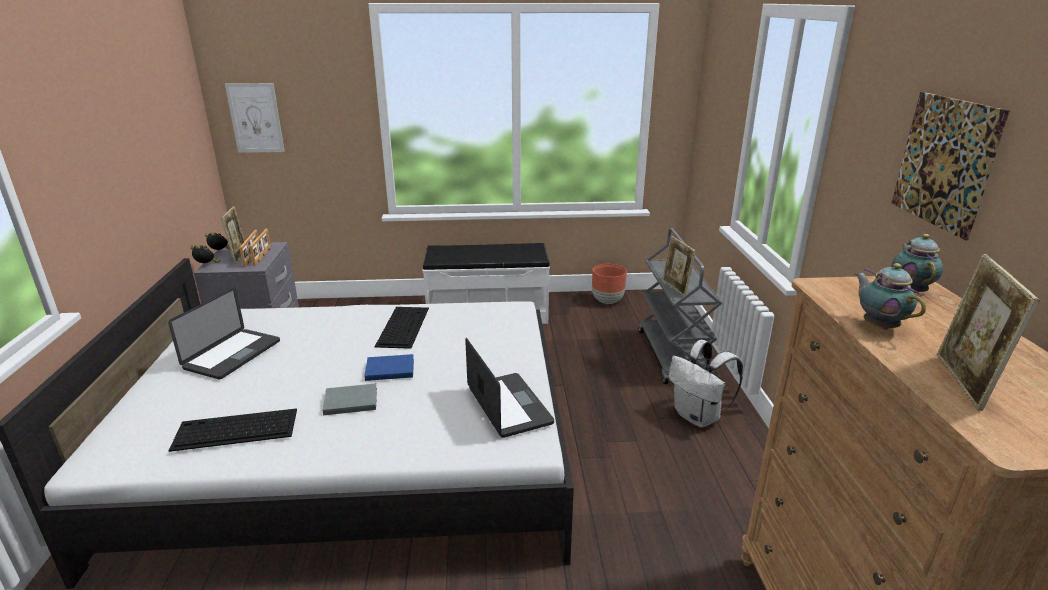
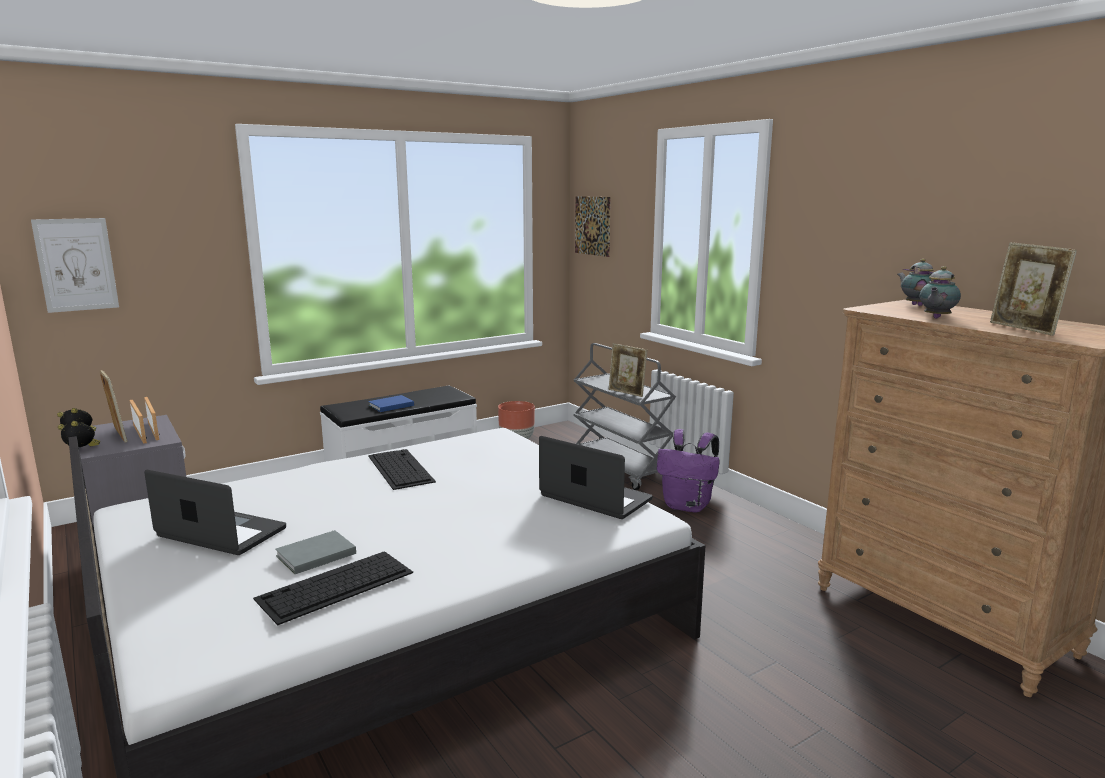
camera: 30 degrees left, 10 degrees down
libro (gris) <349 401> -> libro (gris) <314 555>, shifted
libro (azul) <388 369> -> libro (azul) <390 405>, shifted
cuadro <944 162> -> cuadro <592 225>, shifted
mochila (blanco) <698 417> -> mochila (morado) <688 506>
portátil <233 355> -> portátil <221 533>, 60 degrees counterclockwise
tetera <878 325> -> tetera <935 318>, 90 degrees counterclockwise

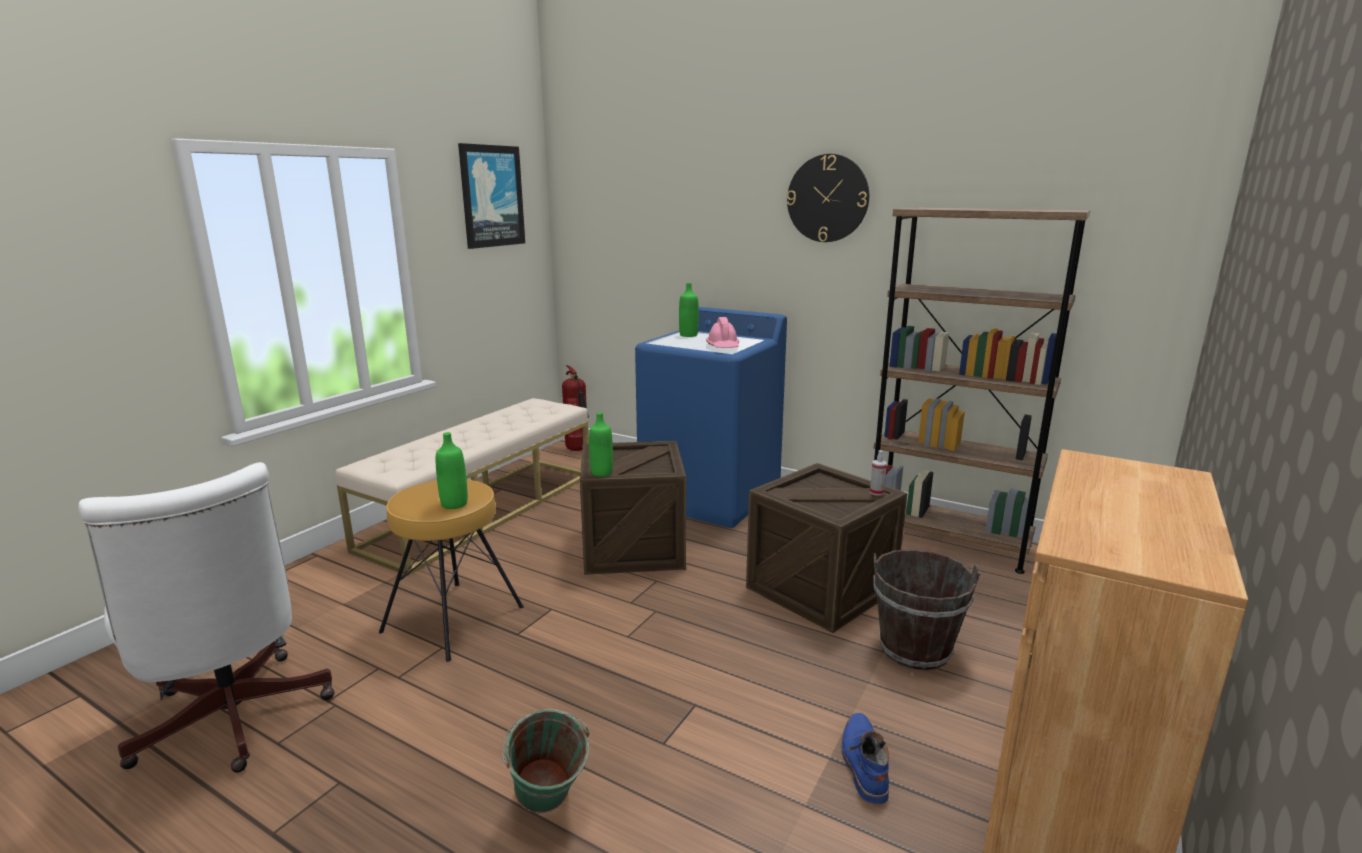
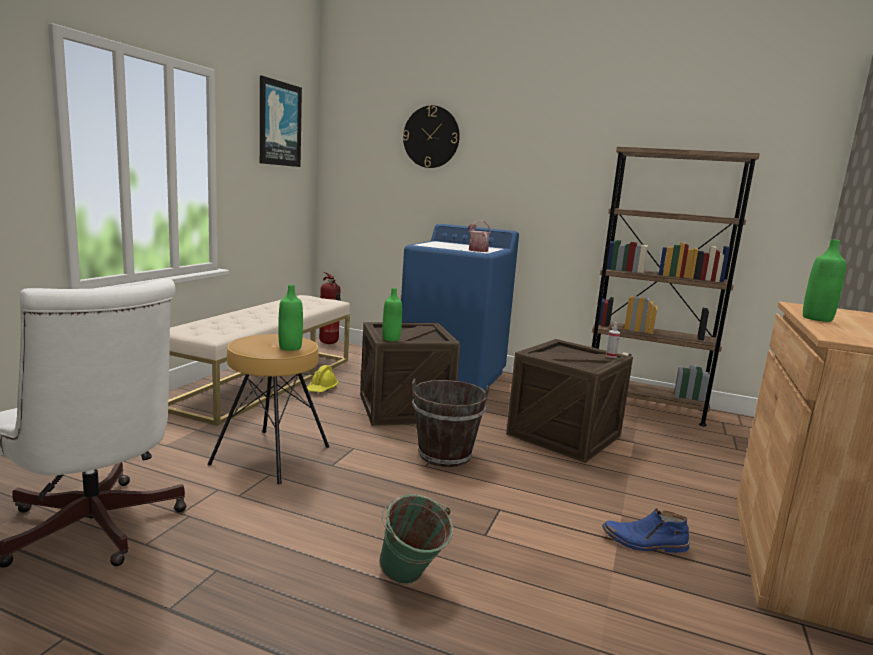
camera: 10 degrees left, 5 degrees down
none -> casco (amarillo) <321 389>
botella (verde) <688 335> -> botella (verde) <817 318>, shifted
reloj de pared <827 198> -> reloj de pared <431 137>, shifted
cubo (marrón) <915 649> -> cubo (marrón) <445 455>, shifted
casco (rosa) <723 347> -> regadera <477 250>
bota (azul) <863 763> -> bota (azul) <644 543>, 75 degrees counterclockwise

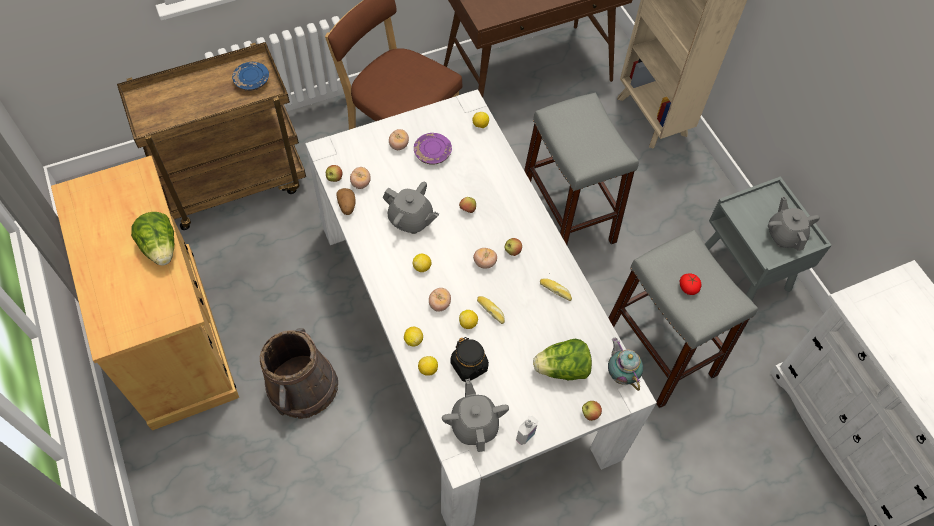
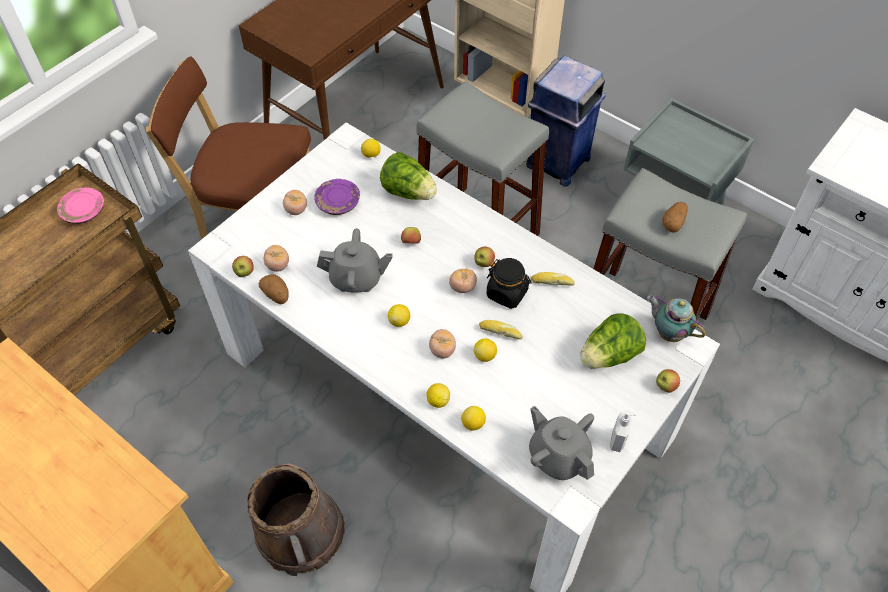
camera: 25 degrees left, 5 degrees down
tetera (gris) <784 235> -> none
none -> papelera (azul) <557 163>
lechuga <161 248> -> lechuga <408 192>, shifted
tarro (negro) <469 366> -> tarro (negro) <507 293>, shifted
tomate <688 287> -> patata <673 223>
plato (azul) <252 81> -> plato (rosa) <84 211>

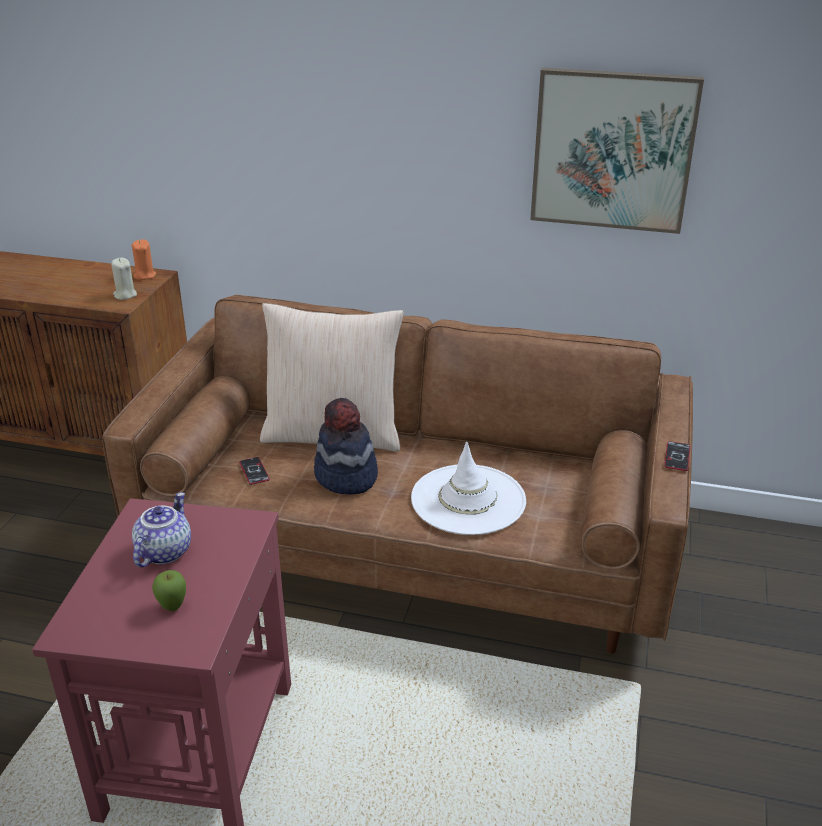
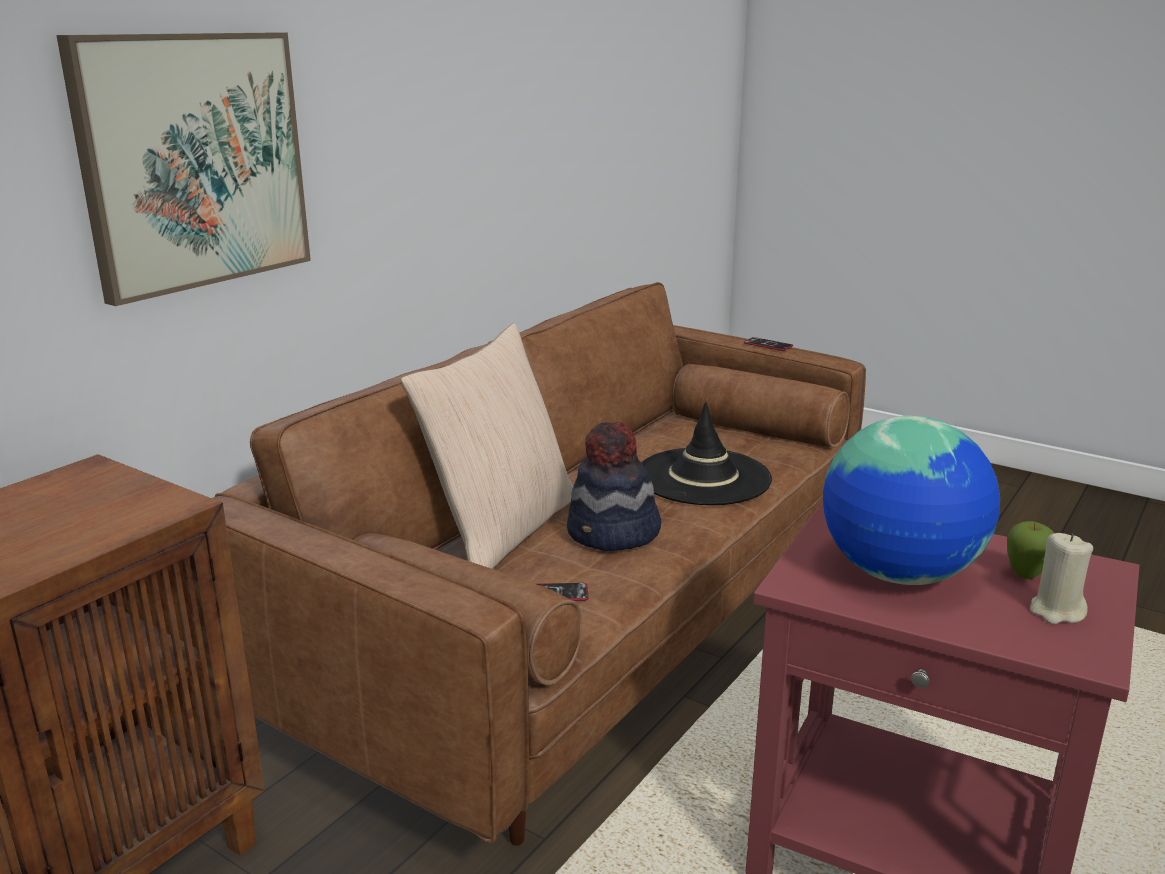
camera: 70 degrees left, 10 degrees down
vela (naranja) <144 275> -> none
vela (beis) <125 295> -> vela (beis) <1056 611>, shifted
cuadro <613 150> -> cuadro <194 161>, shifted
tetera <163 551> -> globo terráqueo <900 574>
sombrero (blanco) <468 500> -> sombrero (negro) <703 477>

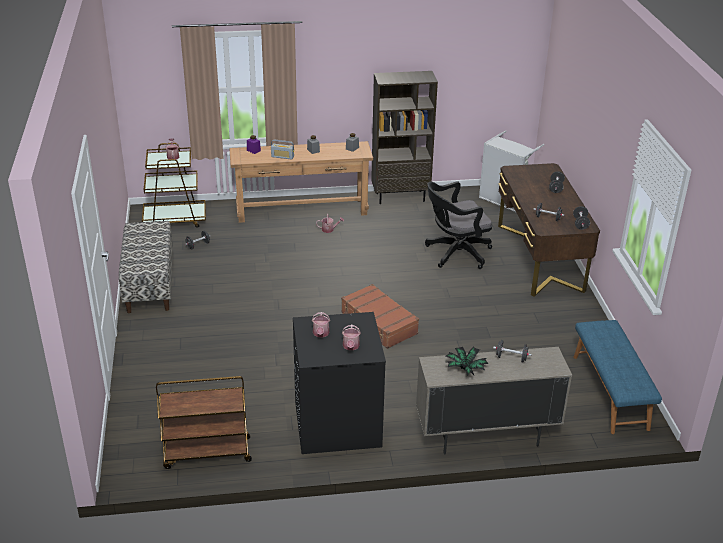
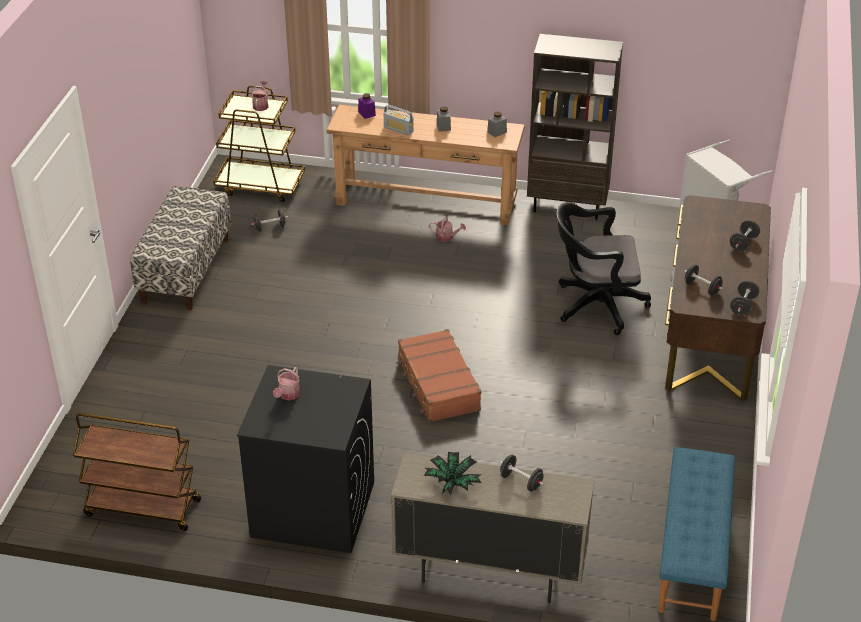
camera: 20 degrees right, 5 degrees up
regadera <351 347> -> none

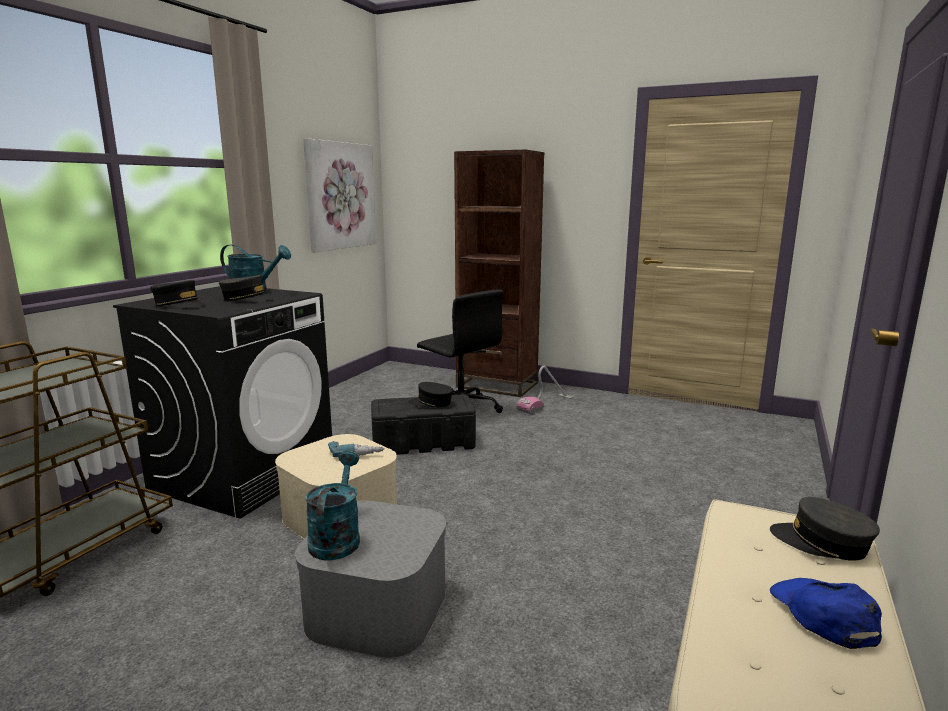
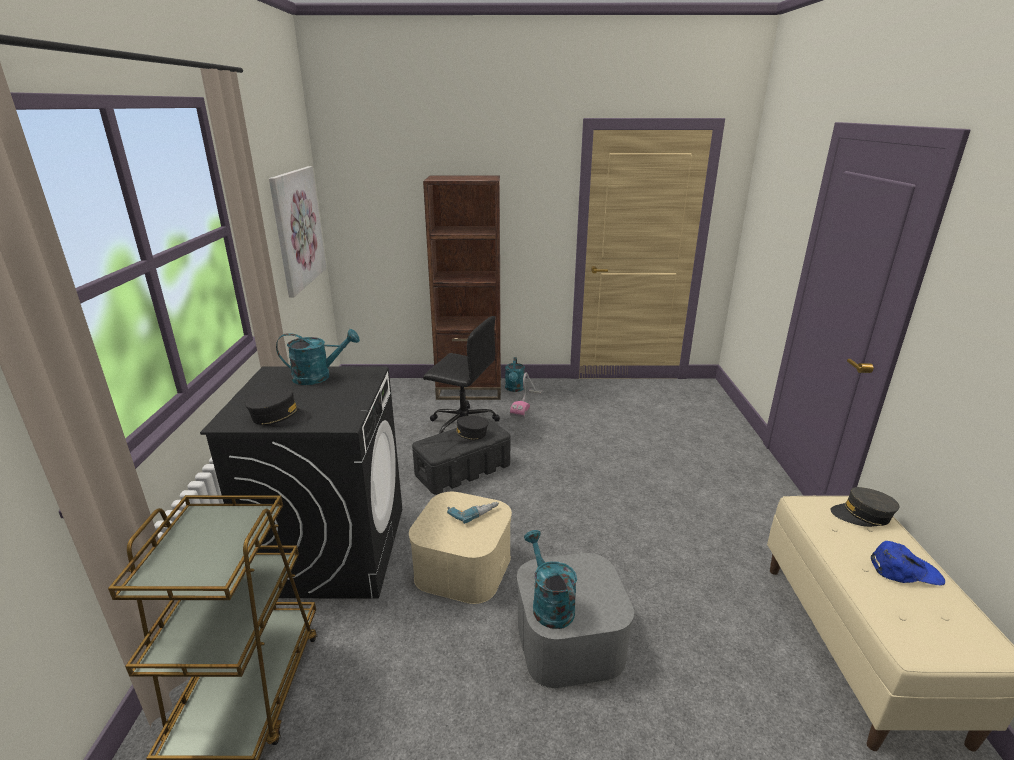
camera: 25 degrees left, 10 degrees up
gorra (gris) <247 299> -> none
none -> regadera (turquesa) <515 389>
gorra (azul) <823 614> -> gorra (azul) <905 570>, 135 degrees clockwise

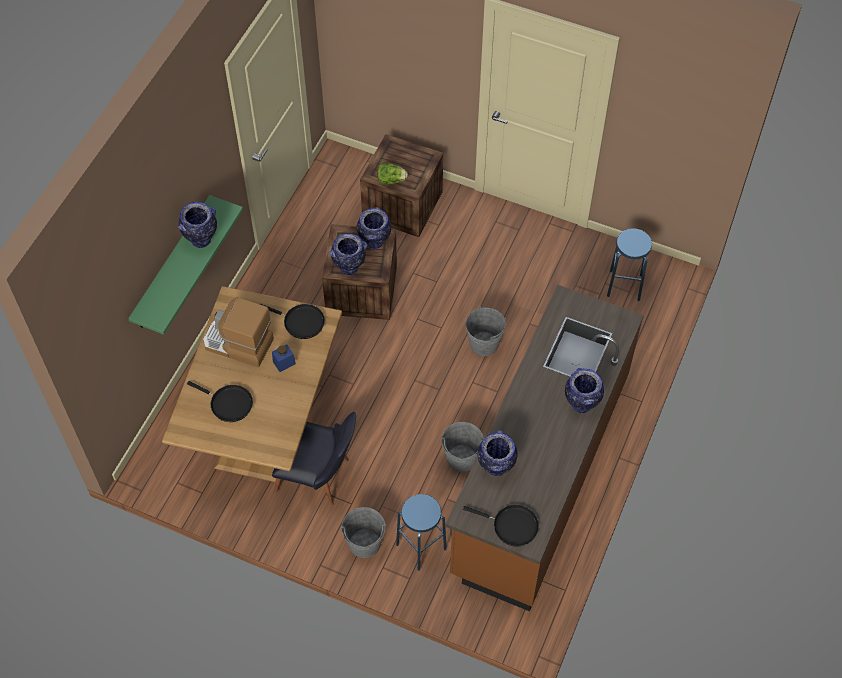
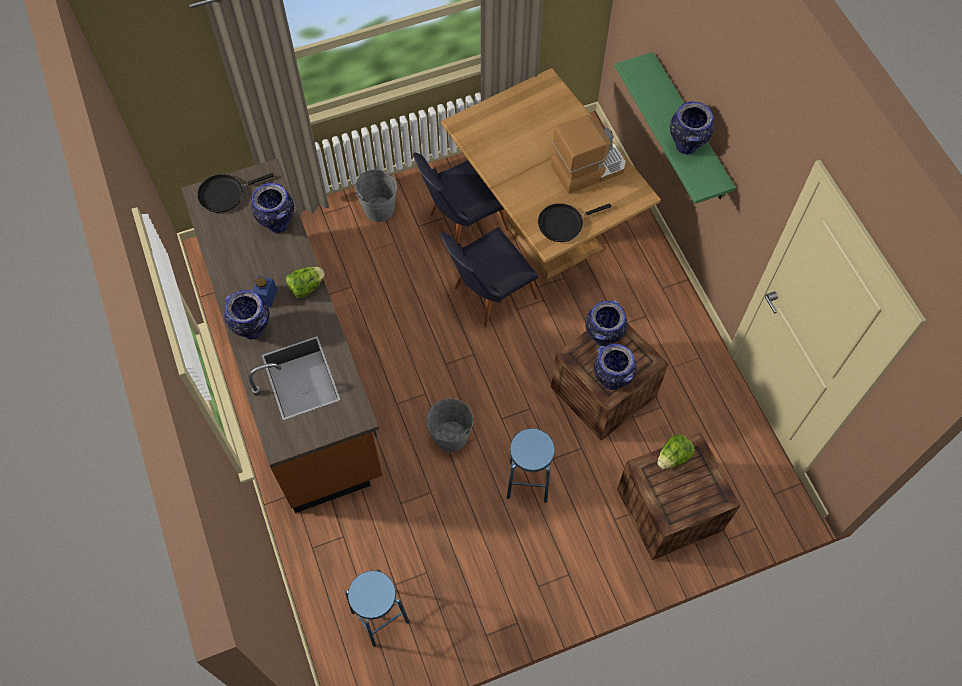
camera: 135 degrees right, 5 degrees up
sartén (negro) <228 404> -> none
cubo (gris) <461 458> -> none
none -> lechuga <306 287>
none -> silla (negro) <487 295>
tarro (azul) <284 362> -> tarro (azul) <266 296>, shifted
taburete (azul) <421 546> -> taburete (azul) <528 481>, shifted

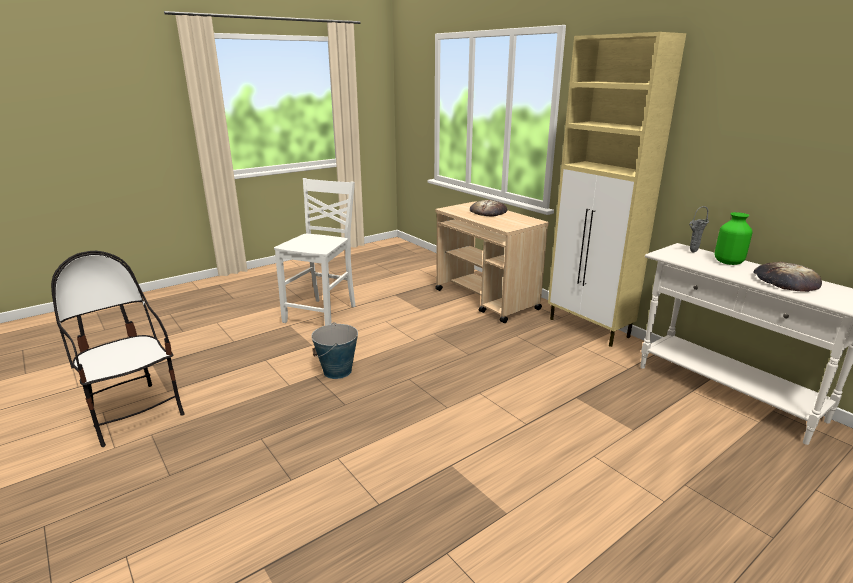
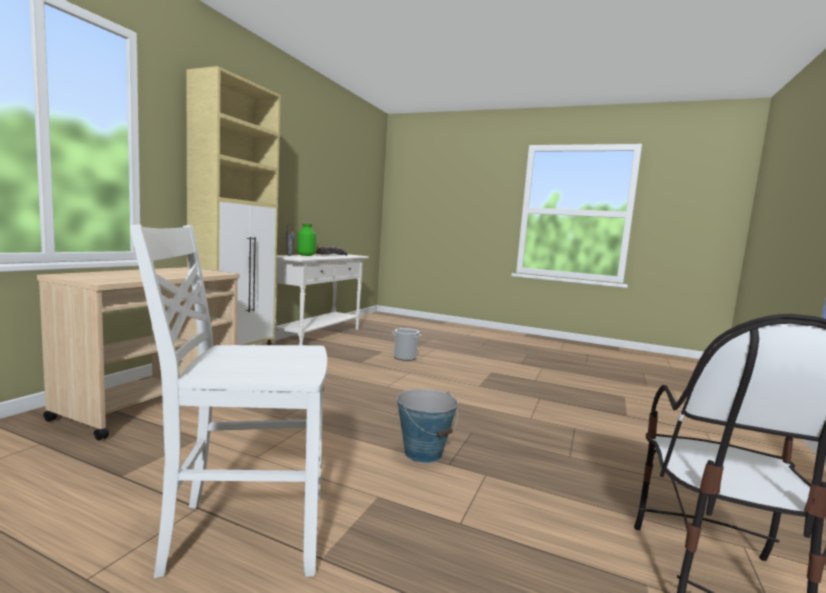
camera: 120 degrees left, 15 degrees down
pan <488 211> -> none
none -> cubo <405 357>

